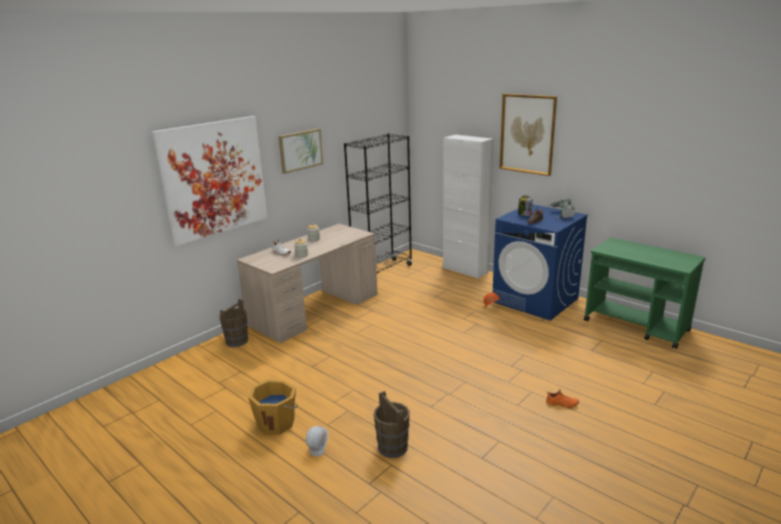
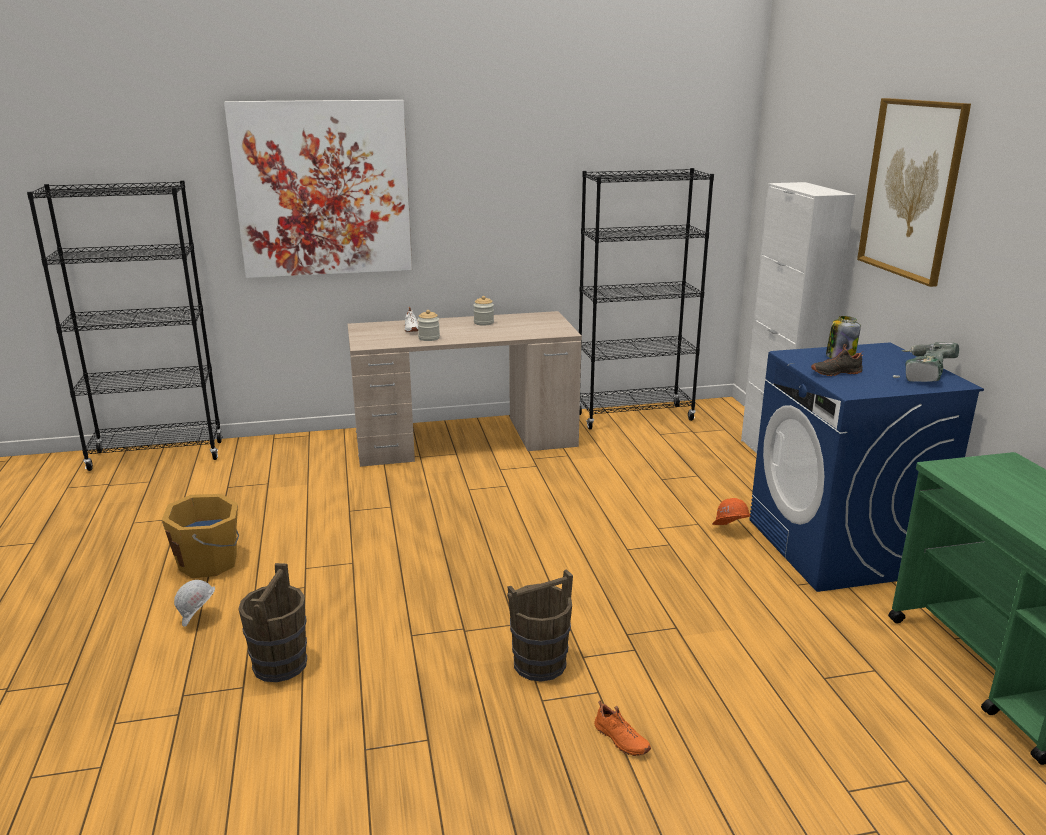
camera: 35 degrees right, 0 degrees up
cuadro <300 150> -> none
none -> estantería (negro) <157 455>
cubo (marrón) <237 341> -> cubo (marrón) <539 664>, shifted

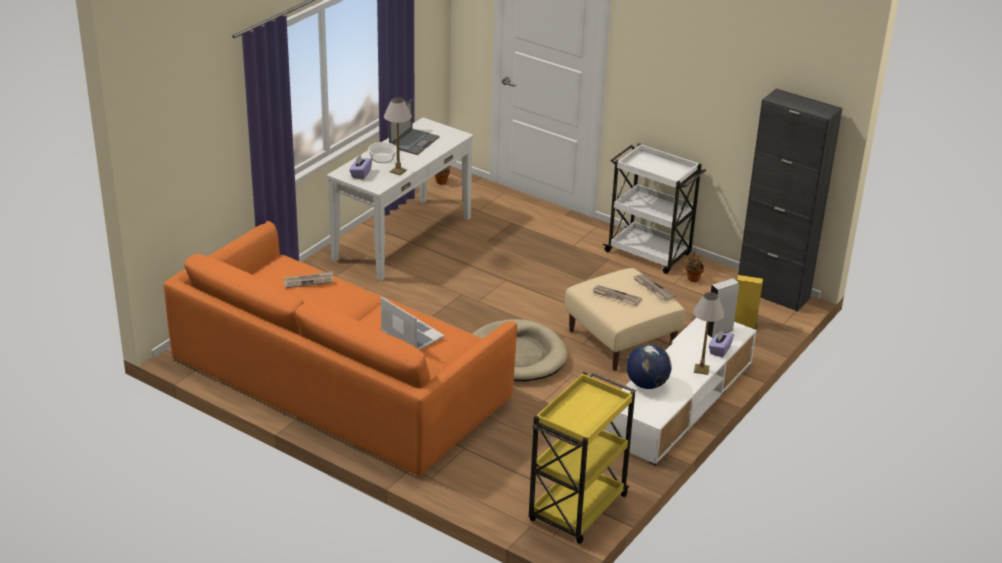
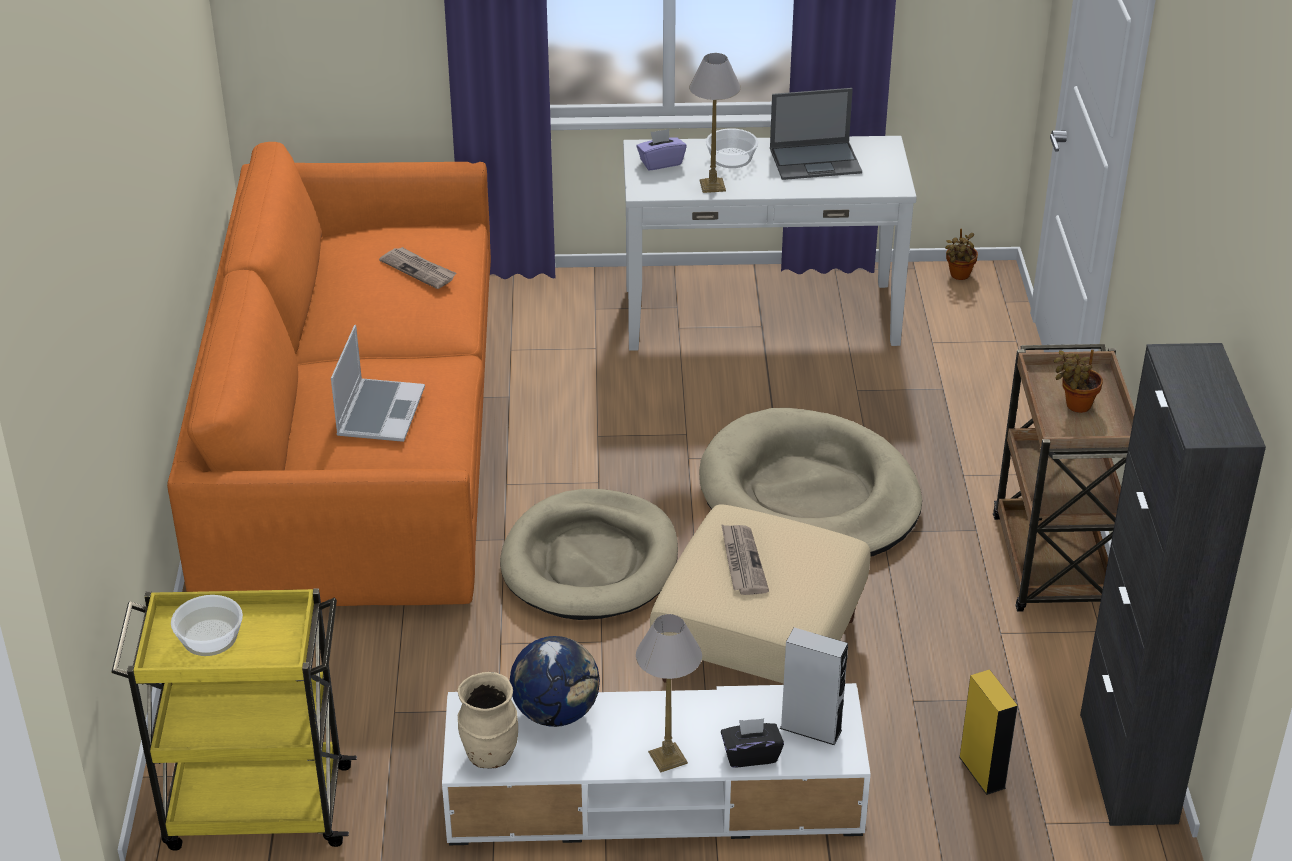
camera: 55 degrees right, 5 degrees up
periódico <652 289> -> none
none -> cuenco <209 637>
none -> florero (beis) <489 755>
none -> cama para perro (beis) <809 495>
planta en maceta <692 279> -> planta en maceta <1075 405>, shifted
carrito (blanco) <649 253> -> carrito (marrón) <1053 566>
caja de pañuelos (morado) <719 350> -> caja de pañuelos (negro) <751 755>

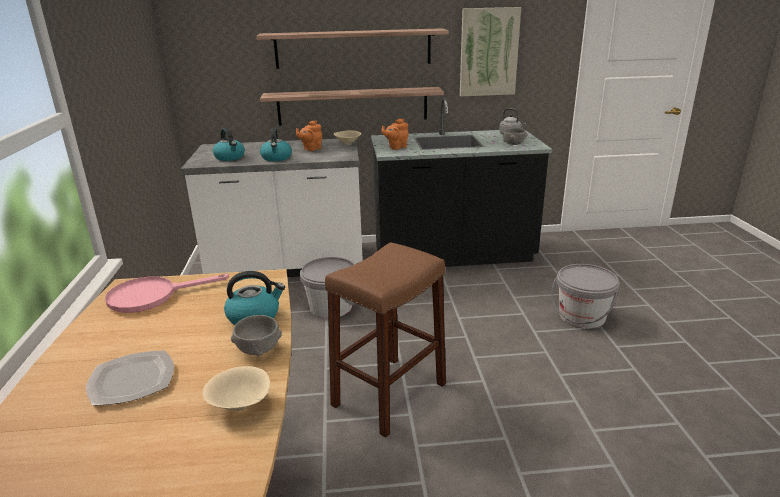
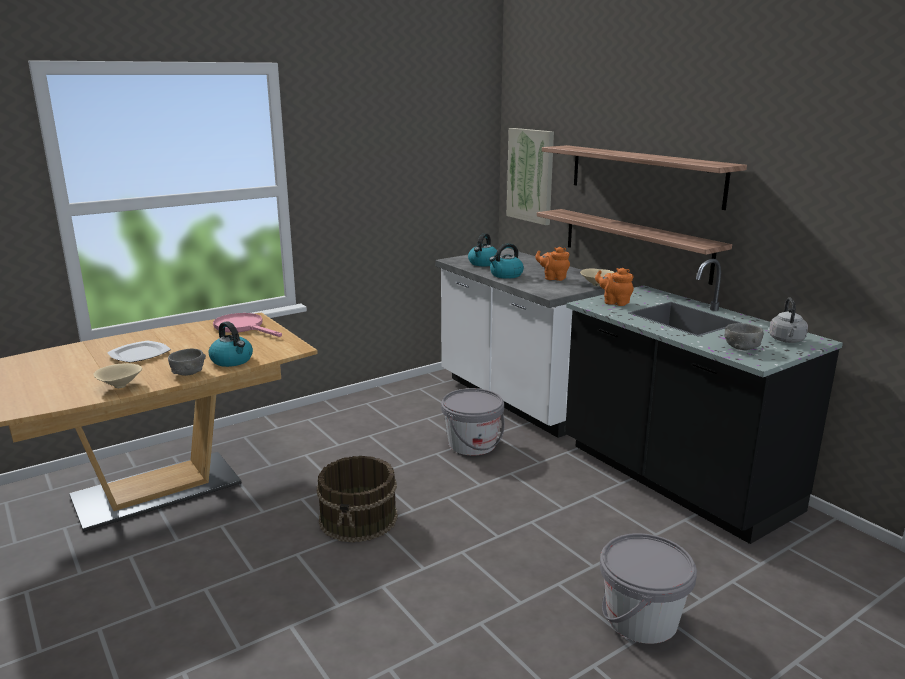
camera: 60 degrees right, 5 degrees down
cuadro <488 52> -> cuadro <531 175>, shifted
taburete (marrón) <389 394> -> cubo (marrón) <359 518>

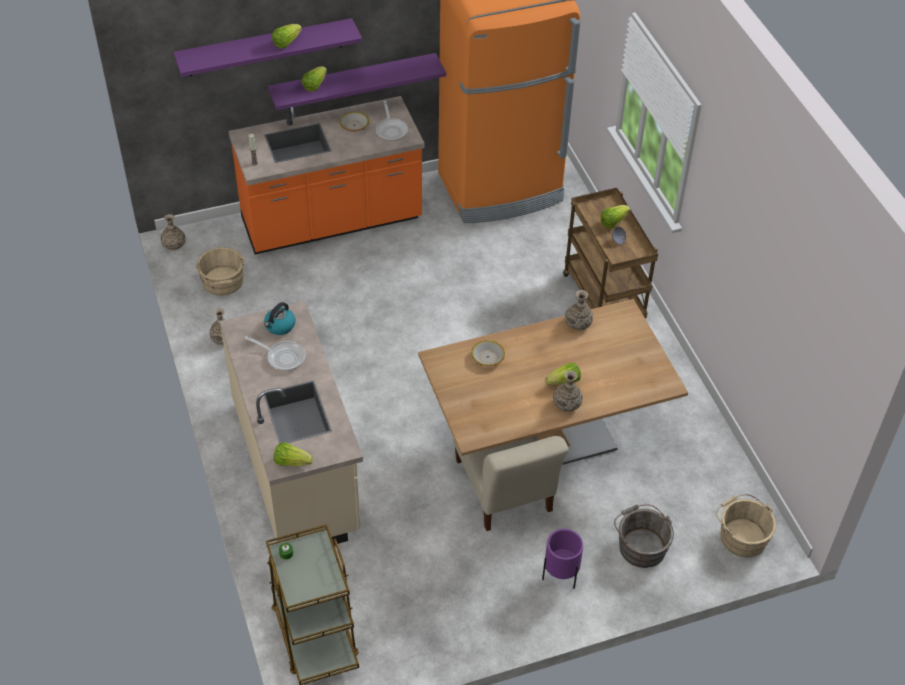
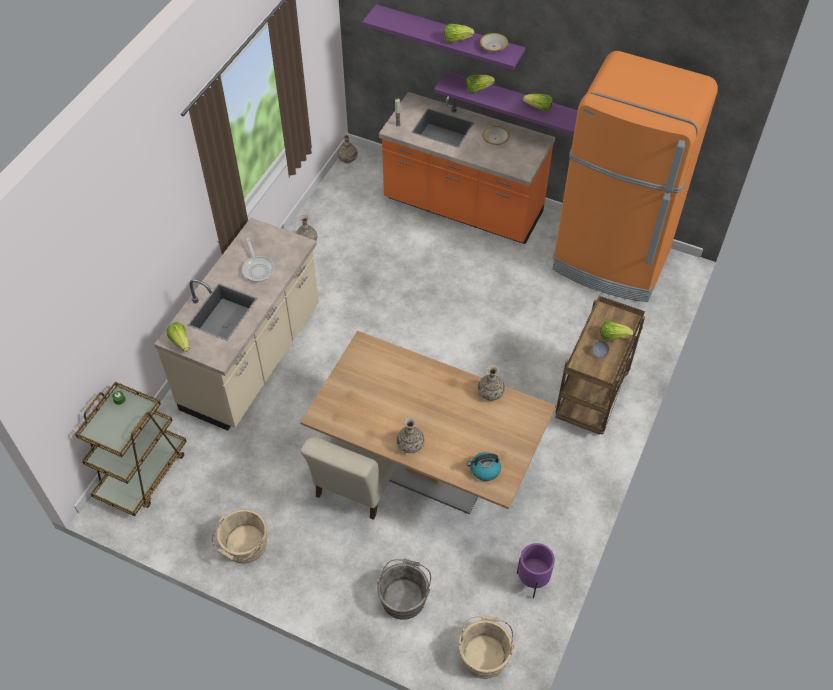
camera: 45 degrees right, 5 degrees up
sartén <391 130> -> none
cubo (beis) <223 283> -> cubo (beis) <243 546>, shifted
hervidor <280 326> -> hervidor <484 470>, shifted
cuenco <487 357> -> cuenco <493 46>, shifted
maceta (morado) <560 576> -> maceta (morado) <532 581>, shifted
lechuga <564 382> -> lechuga <538 108>, shifted

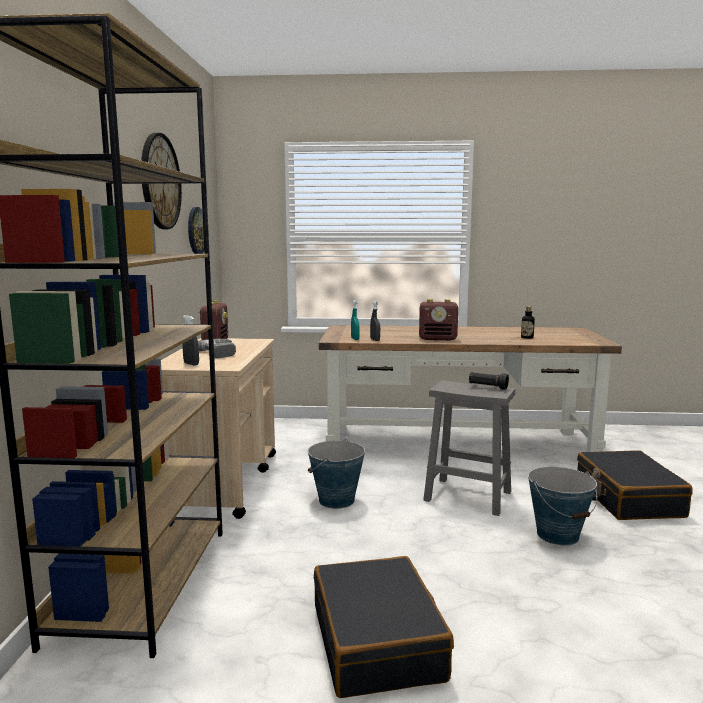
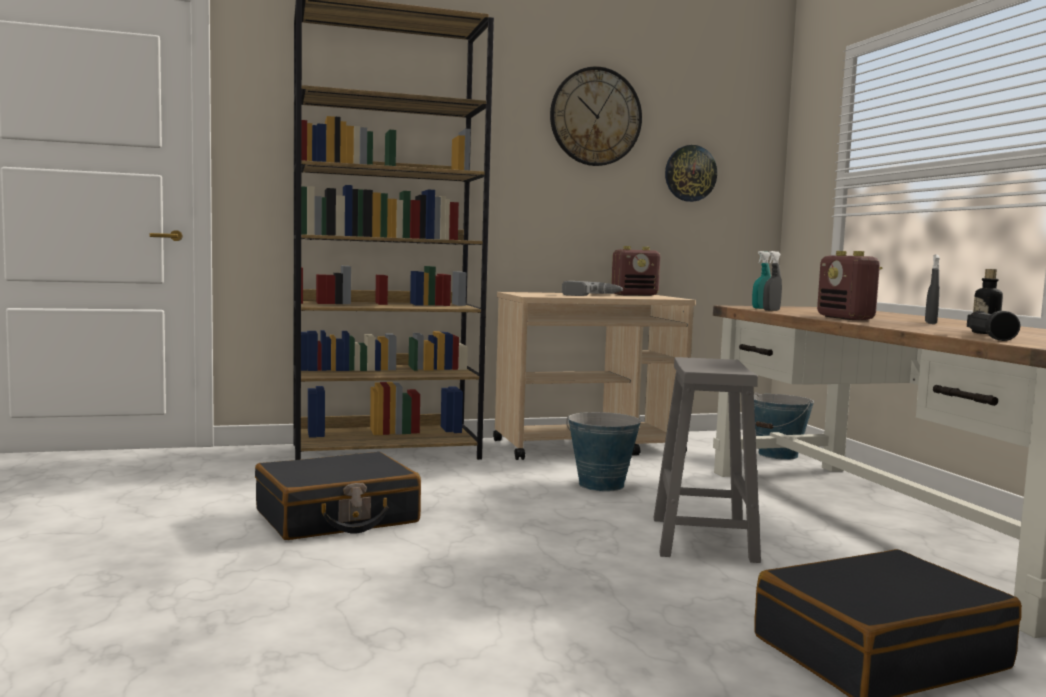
camera: 70 degrees right, 5 degrees down
pulverizador (gris) <191 364> -> pulverizador (gris) <930 323>, shifted
linterna (negro) <487 387> -> linterna (negro) <989 337>, shifted
cubo <558 535> -> cubo <778 455>, shifted

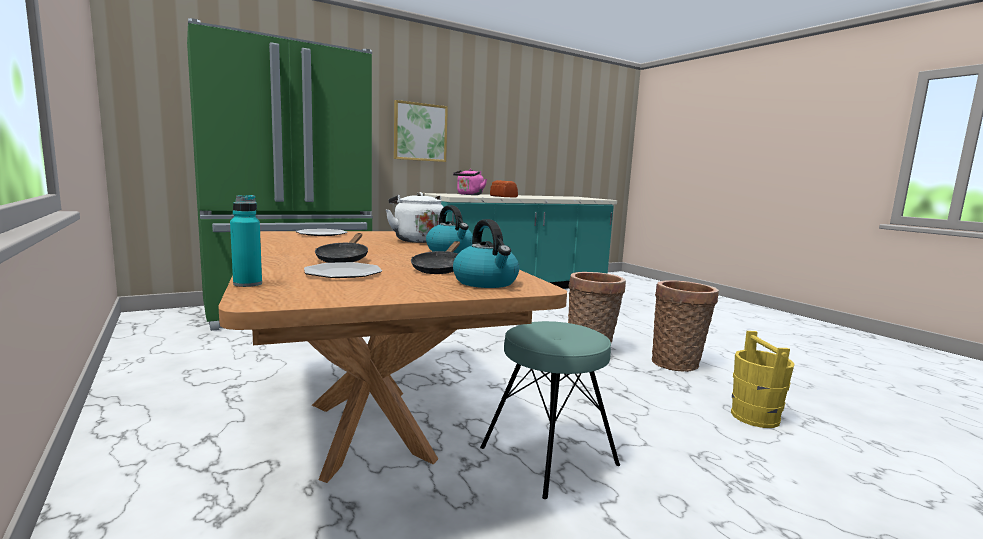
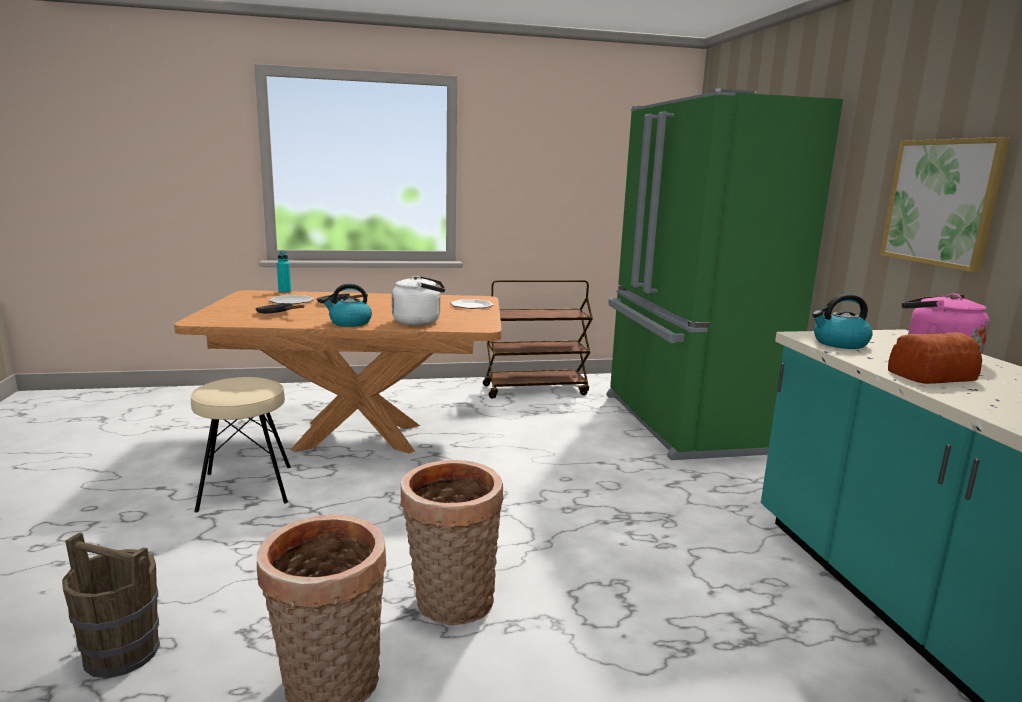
camera: 110 degrees right, 5 degrees up
none -> carrito (marrón) <535 390>
hervidor <486 282> -> hervidor <839 343>, shifted
taburete (turquesa) <548 456> -> taburete (beis) <246 488>
cubo (amarillo) <755 417> -> cubo (marrón) <121 653>

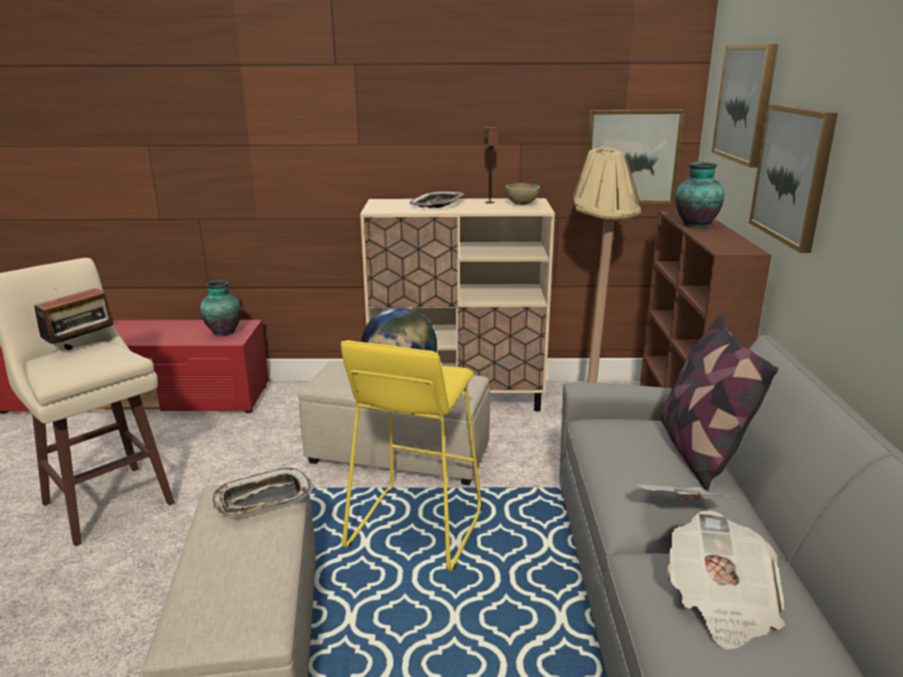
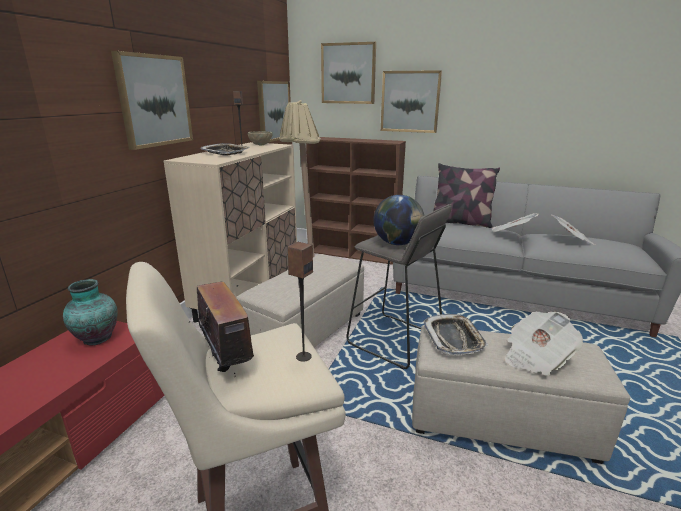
camera: 70 degrees left, 0 degrees up
florero <695 225> -> none
none -> cuadro <154 101>
none -> altavoz <303 356>
none -> periódico <536 357>
taburete (amarillo) <414 528> -> taburete (gris) <394 340>

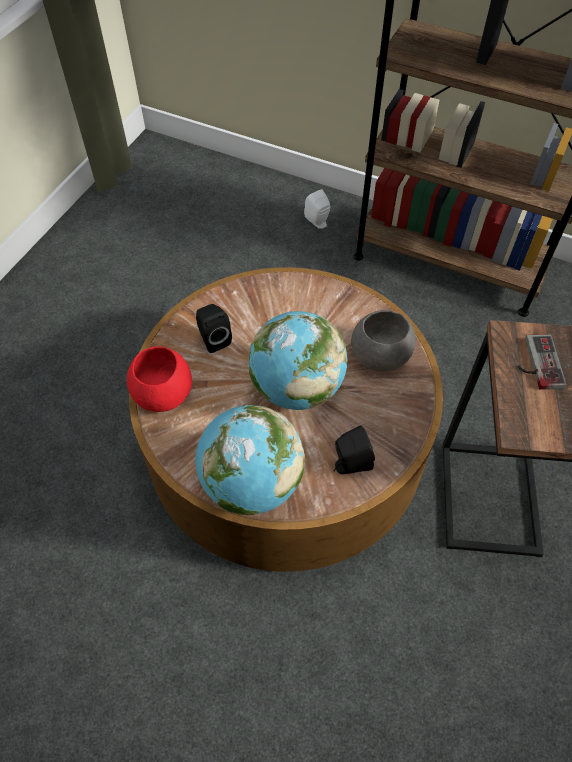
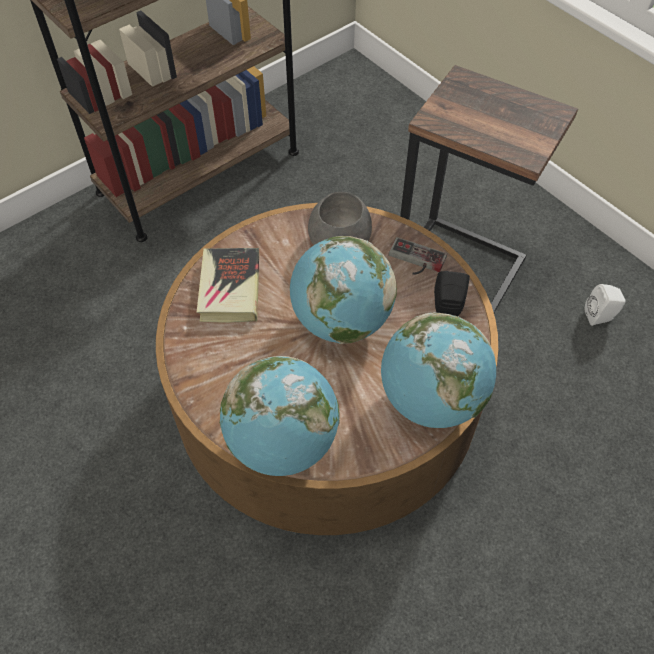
camera: 65 degrees left, 0 degrees up
altavoz (negro) <213 339> -> none
none -> libro <230 288>
altavoz (blanco) <318 222> -> altavoz (blanco) <600 317>, shifted
mando de consola <536 363> -> mando de consola <415 261>, shifted
cuenco (rojo) <163 393> -> globo terráqueo <283 442>

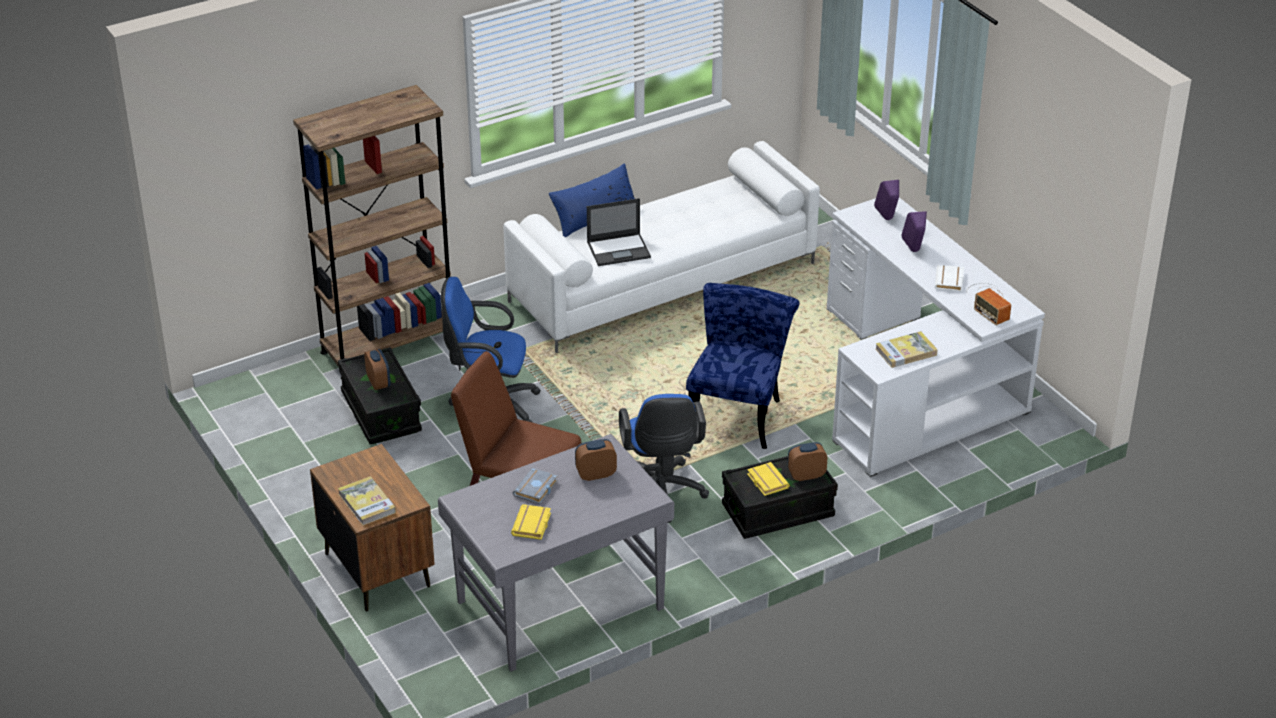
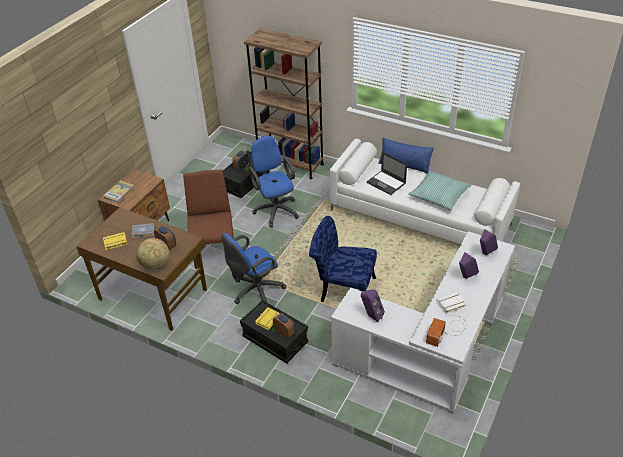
camera: 60 degrees right, 5 degrees up
none -> globo terráqueo <155 265>
none -> cojín <439 195>
libro <906 352> -> altavoz (morado) <371 316>
escritorio (gris) <558 604> -> escritorio (marrón) <153 294>
silla (azul) <738 411> -> silla (azul) <342 289>, 150 degrees counterclockwise

